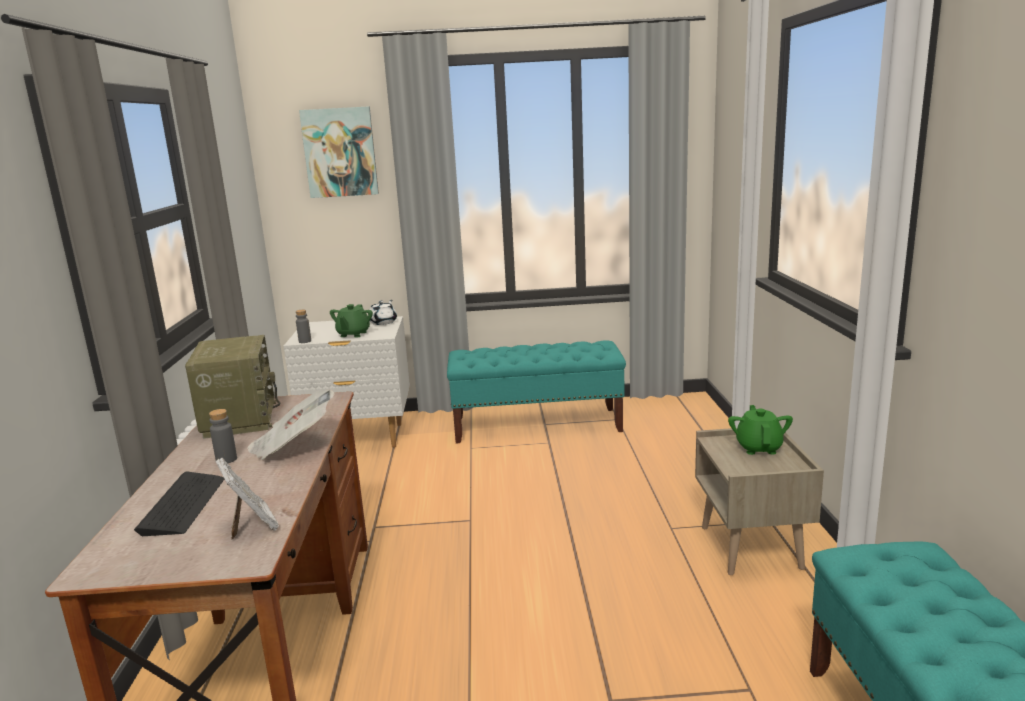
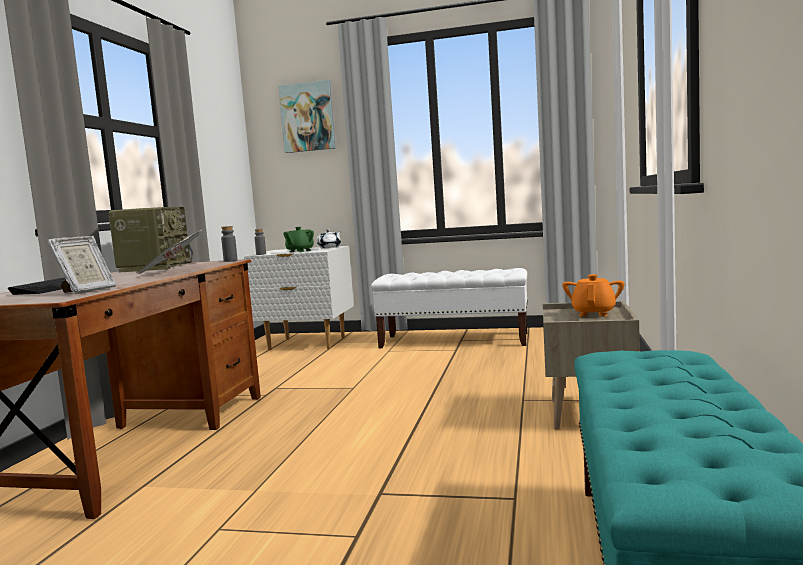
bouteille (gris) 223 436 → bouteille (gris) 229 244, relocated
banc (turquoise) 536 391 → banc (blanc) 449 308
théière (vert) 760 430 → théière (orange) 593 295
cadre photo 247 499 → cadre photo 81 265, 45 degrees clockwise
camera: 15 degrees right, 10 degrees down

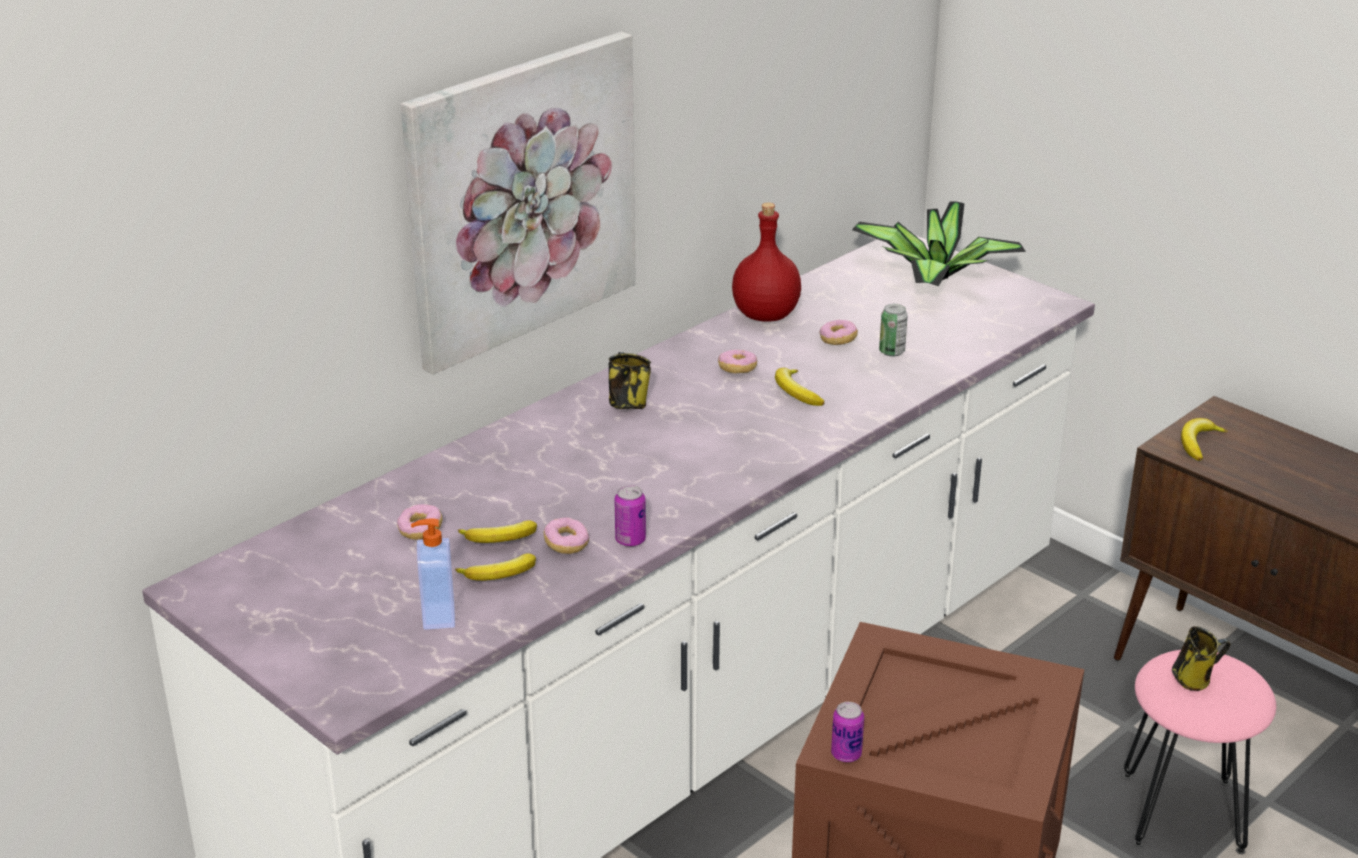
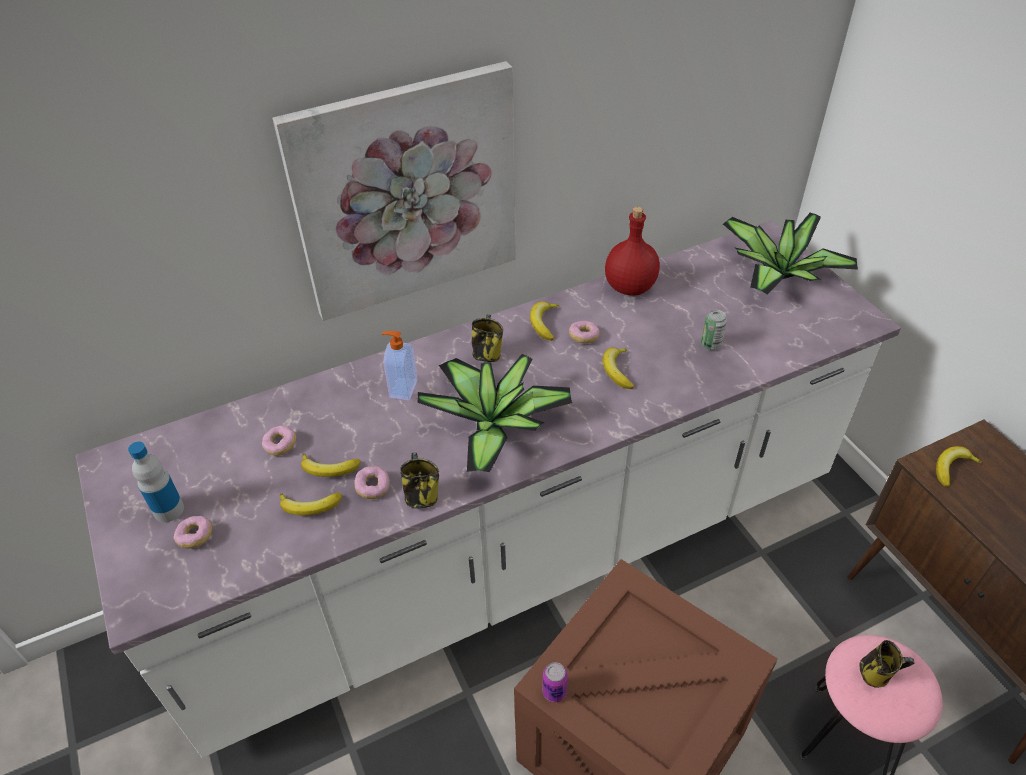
- → bouteille 156 482
- → plante en pot 494 413
- → banane 544 321
distributeur de savon 433 574 → distributeur de savon 399 365, relocated
beignet 838 332 → beignet 193 532, relocated
boîte métallique 630 516 → mug 419 480
camera: 20 degrees right, 15 degrees up

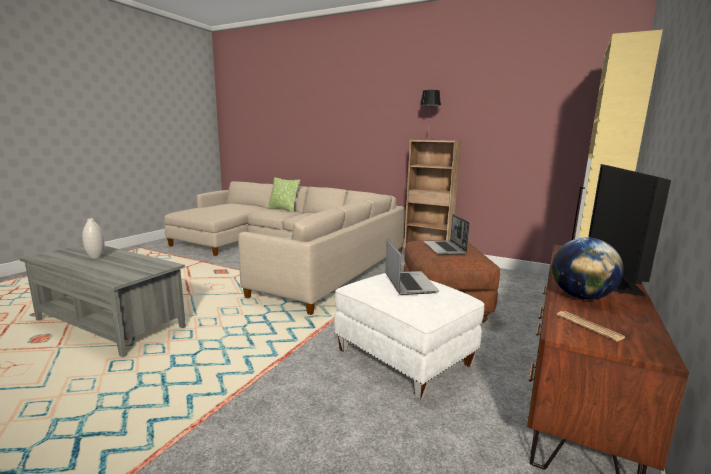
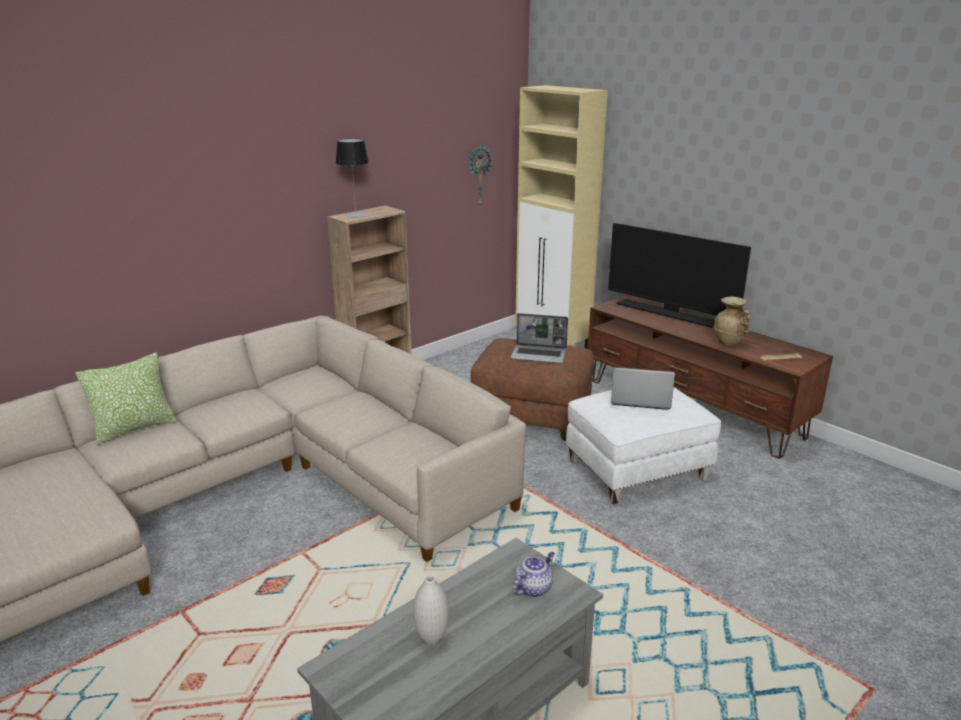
- → horloge murale 480 175
- → théière 534 574
globe 588 268 → vase (beige) 731 321
camera: 70 degrees left, 10 degrees up

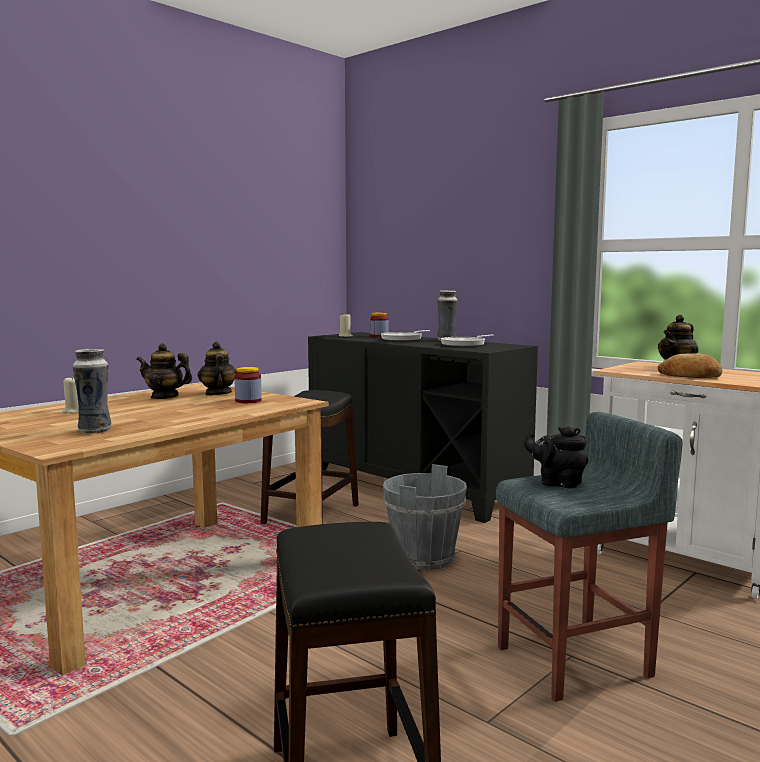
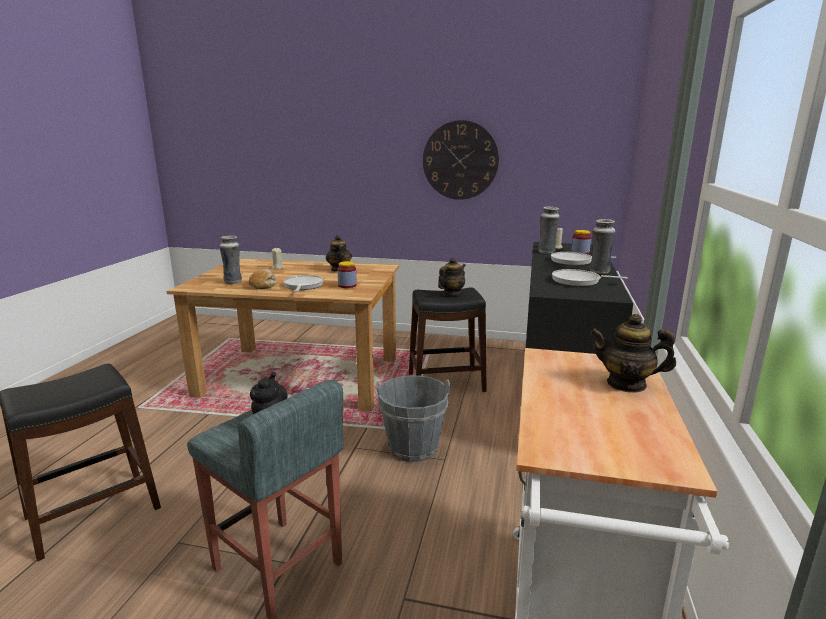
- → poêle 304 283
- → horloge murale 461 160
- → vase 549 230
théière 217 368 → théière 452 276, relocated
pain 689 365 → pain 263 279, relocated
camera: 60 degrees right, 10 degrees up

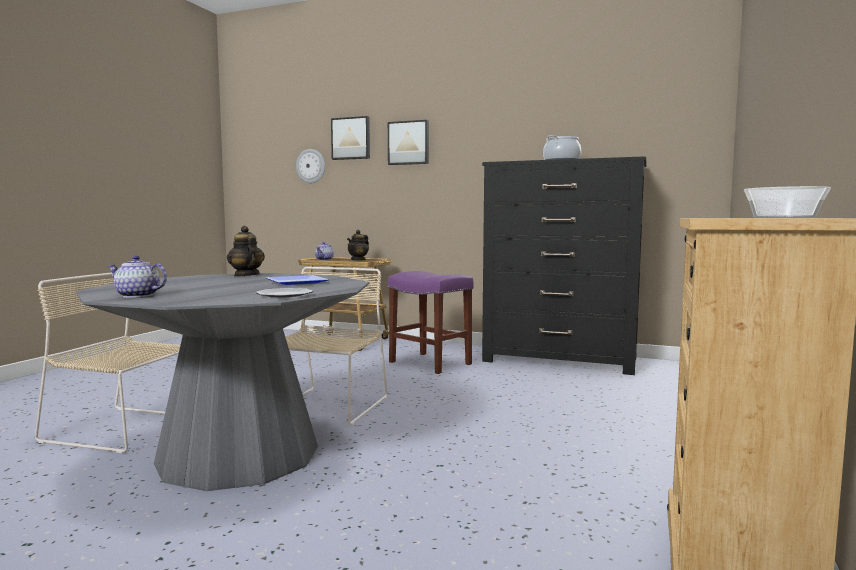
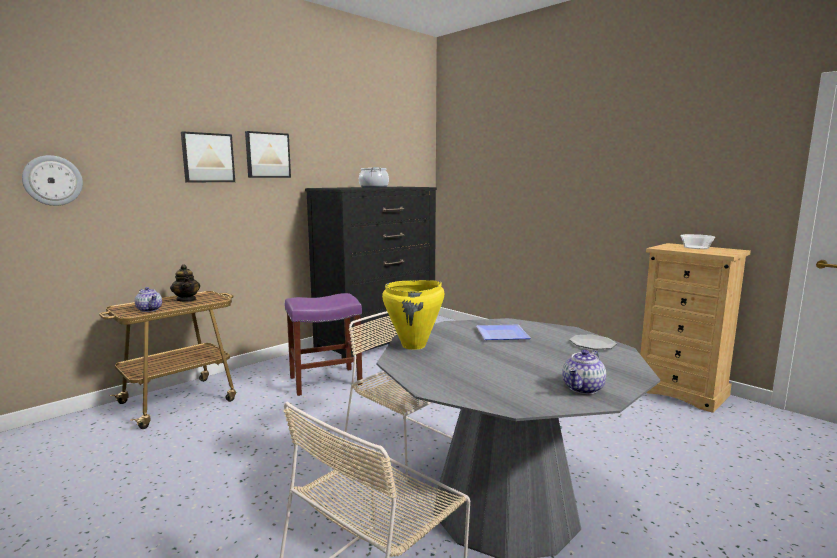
tableau 350 138 → tableau 268 154, relocated
théière 246 251 → marmite (jaune) 413 315
camera: 65 degrees left, 5 degrees up

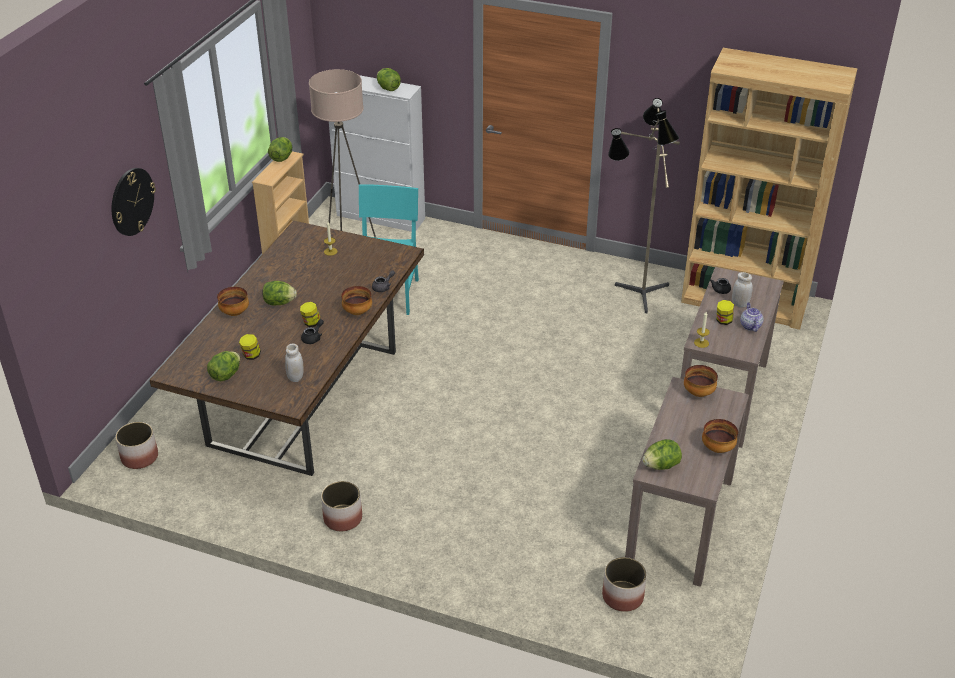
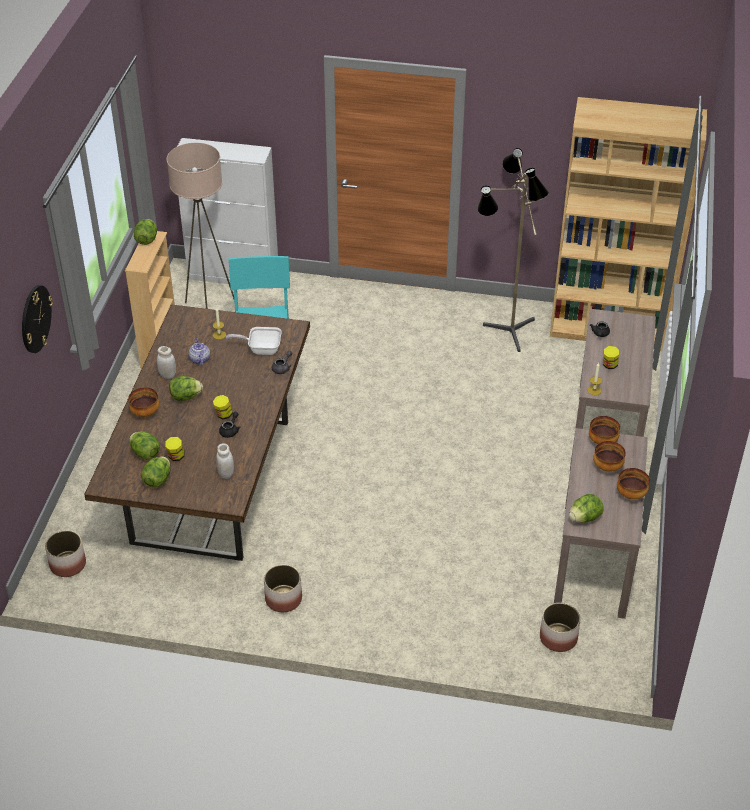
- → poêle 254 341
bol 356 300 → bol 609 456, relocated
laitue 389 79 → laitue 145 445, relocated
bocal (blanc) 742 290 → bocal (blanc) 166 362, relocated
théière 752 317 → théière 199 351, relocated
camera: 10 degrees left, 5 degrees up

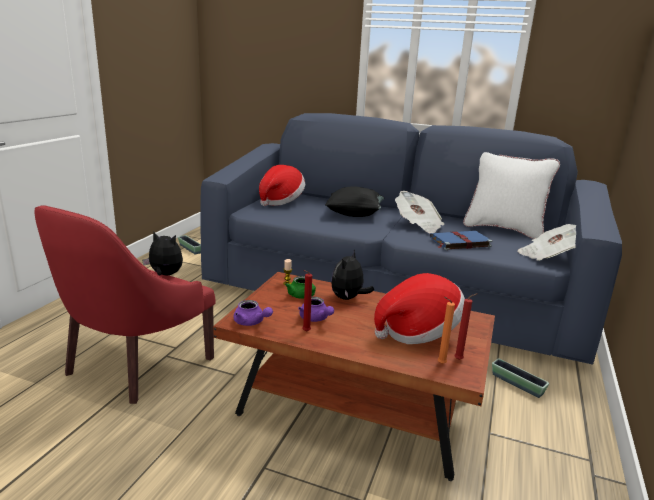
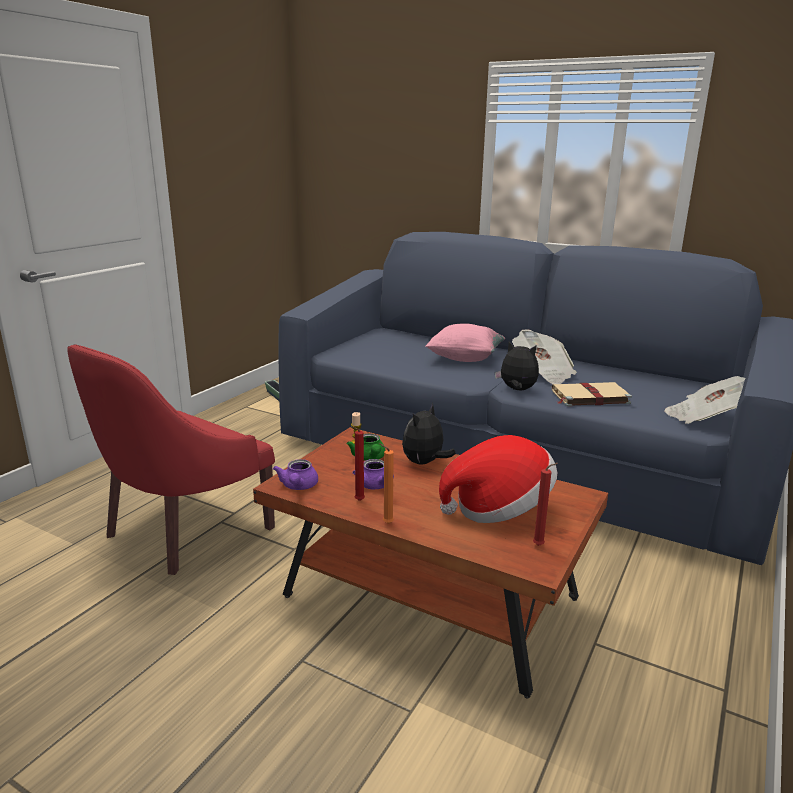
chapeau 282 185 → -
coussin (blanc) 511 195 → -
cache-pot 520 378 → -
peluche 162 254 → peluche 517 365, relocated
bougie (orange) 446 330 → bougie (orange) 386 483, relocated
coussin (noir) 354 201 → coussin (rose) 465 342
livre (bleu) 461 240 → livre (beige) 592 394
théière (violet) 253 313 → théière (violet) 295 474, 45 degrees clockwise
camera: 10 degrees right, 0 degrees up

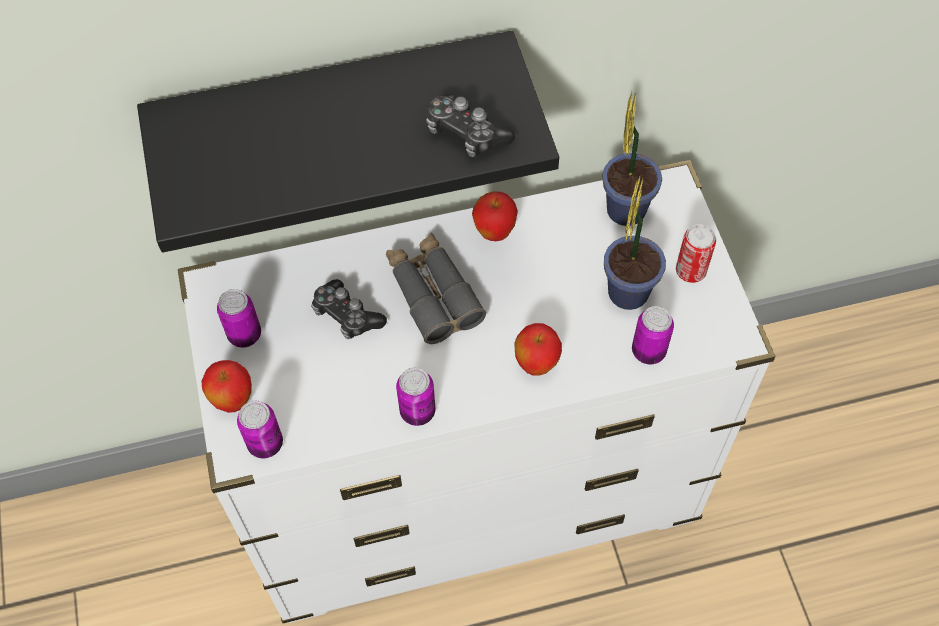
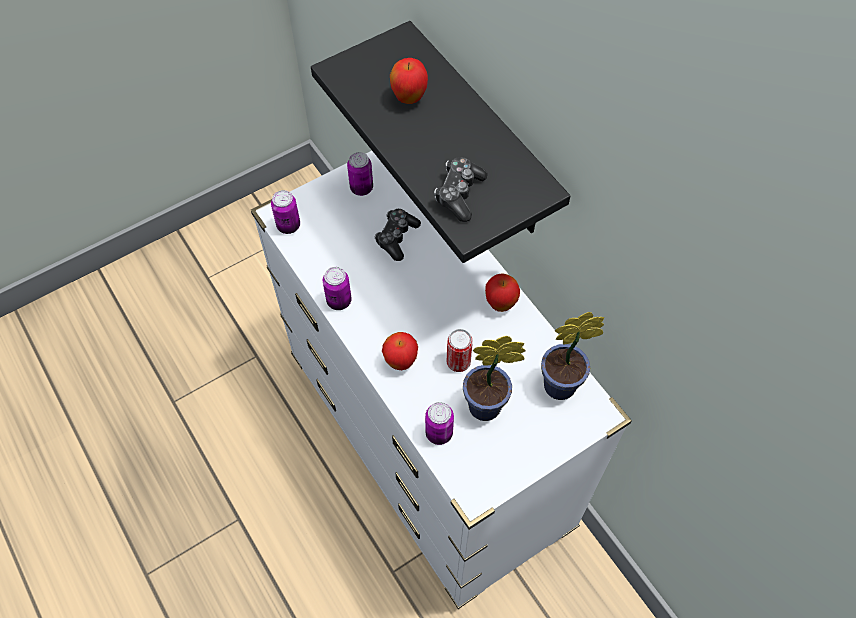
jumelles (gris) 436 288 → -
pomme 226 386 → pomme 409 81, relocated
boîte métallique 696 253 → boîte métallique 460 350, relocated
camera: 70 degrees right, 0 degrees up

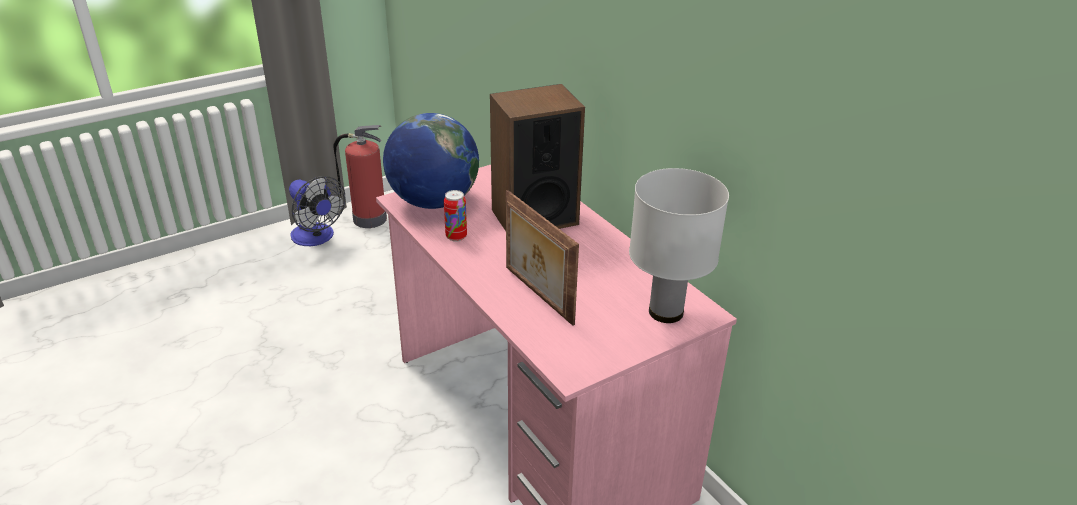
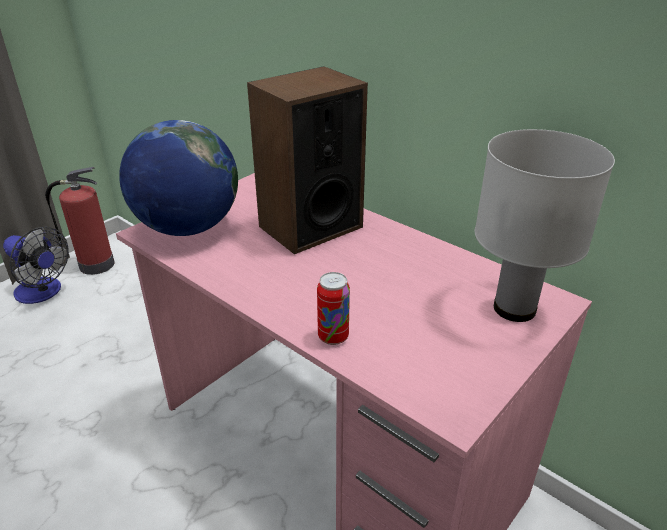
cadre photo 542 258 → -
boîte métallique 455 216 → boîte métallique 333 308, relocated
camera: 15 degrees left, 0 degrees up

